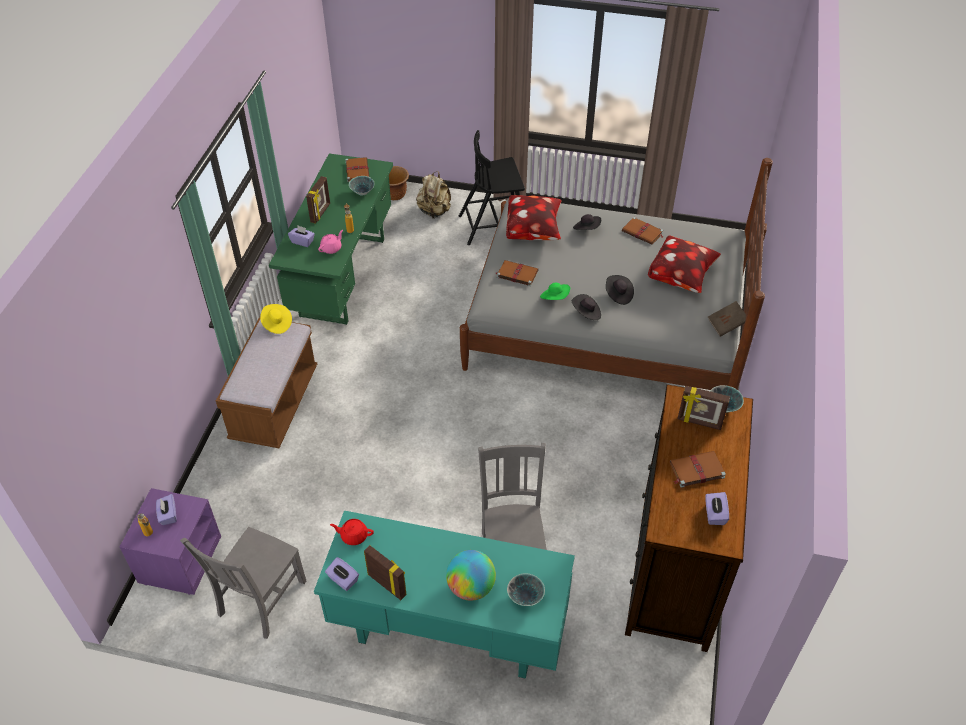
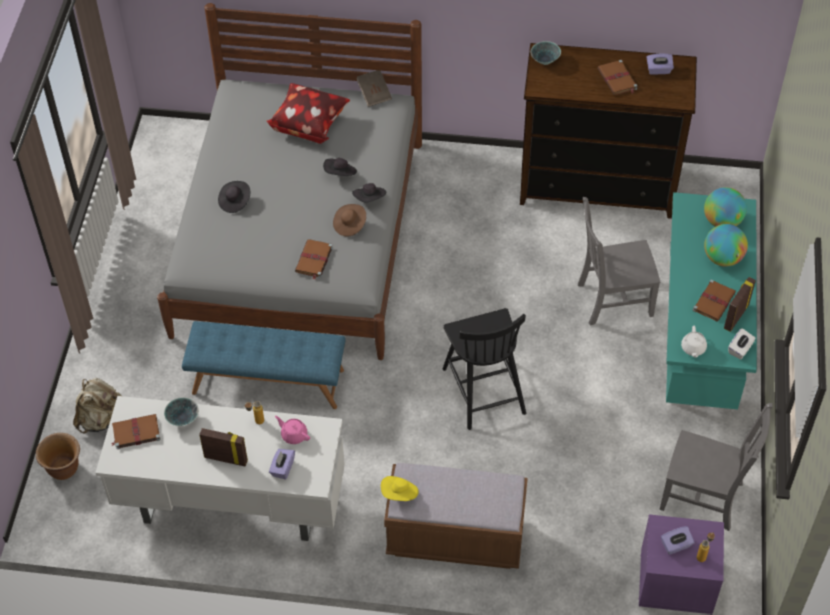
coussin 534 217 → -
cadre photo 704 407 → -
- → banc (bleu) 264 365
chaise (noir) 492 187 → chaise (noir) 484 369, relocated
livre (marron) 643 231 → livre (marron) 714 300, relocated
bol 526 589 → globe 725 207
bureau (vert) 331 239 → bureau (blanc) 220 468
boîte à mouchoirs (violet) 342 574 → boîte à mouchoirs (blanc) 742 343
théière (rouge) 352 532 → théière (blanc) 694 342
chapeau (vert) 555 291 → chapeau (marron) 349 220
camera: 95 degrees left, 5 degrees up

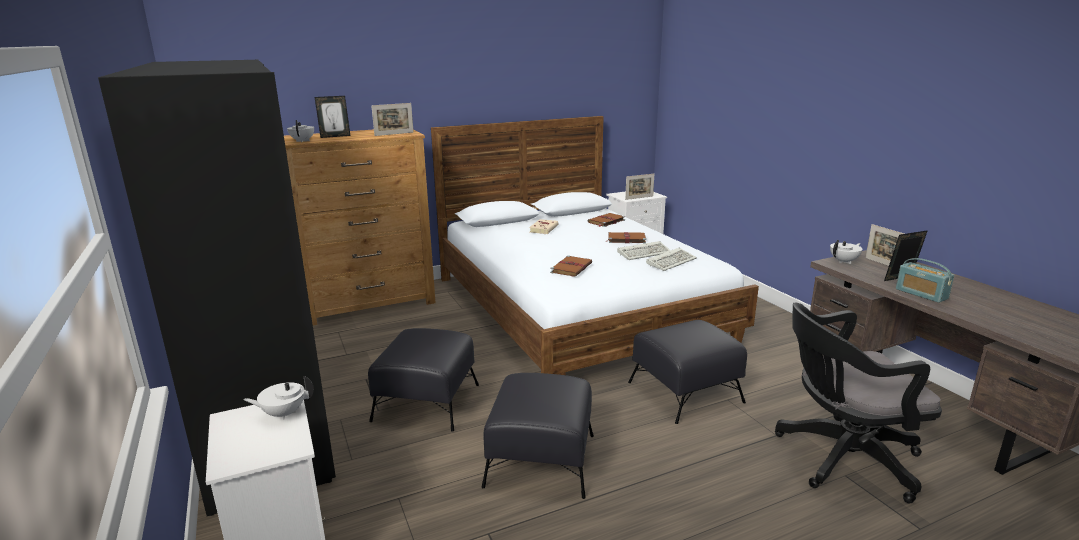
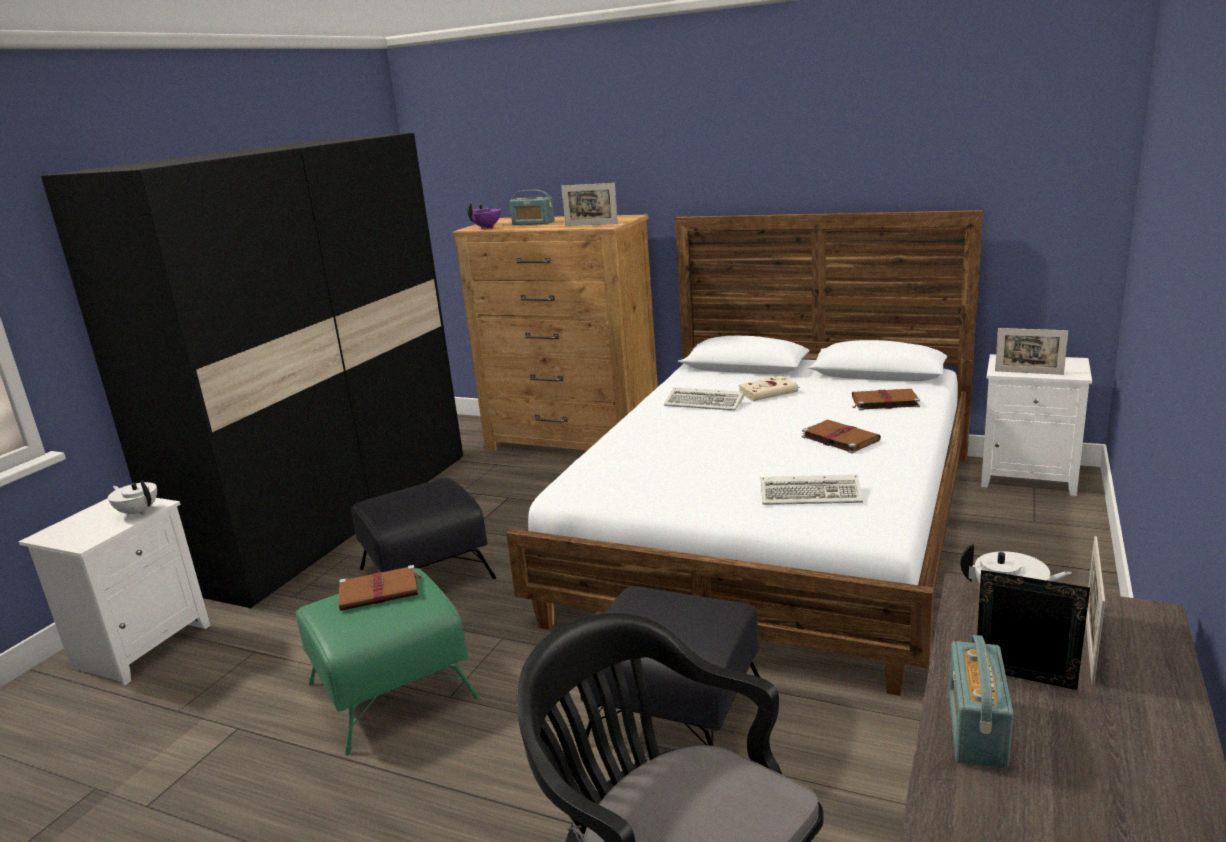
livre (marron) 571 266 → livre (marron) 381 588, relocated
clavier 644 250 → clavier 704 399, relocated
cadre photo 332 117 → radio 532 207
théière (blanc) 300 131 → théière (violet) 485 215
pouf (noir) 538 436 → pouf (vert) 387 662
camera: 50 degrees right, 0 degrees up

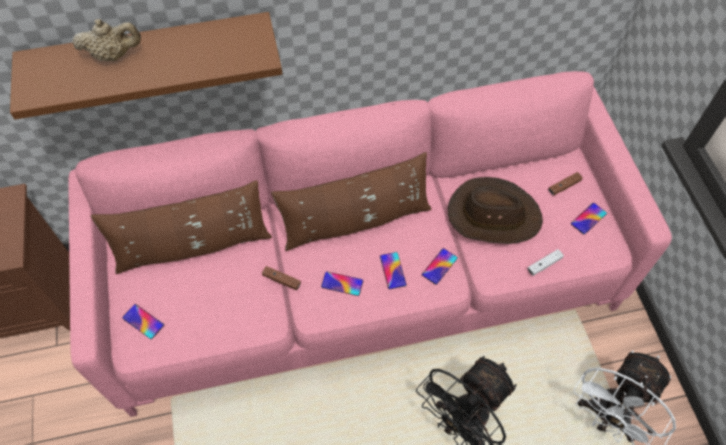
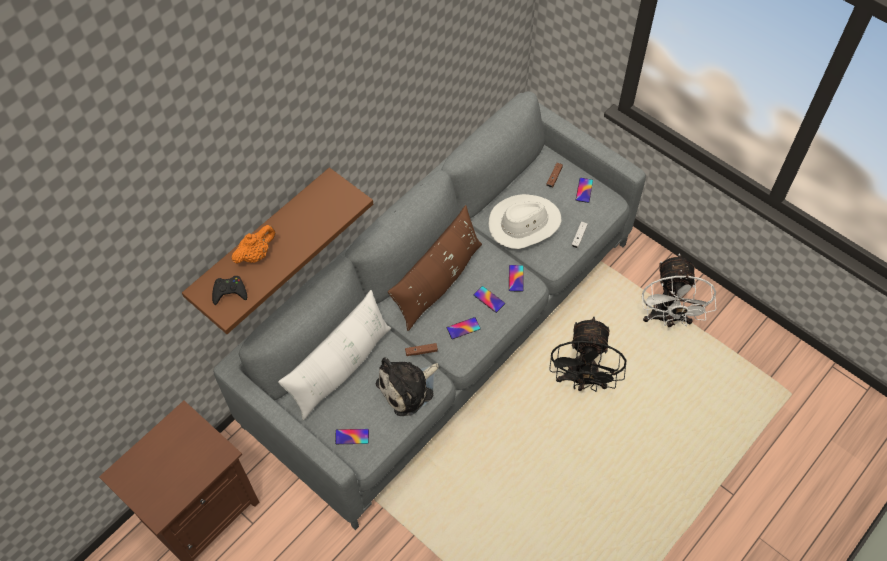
- → manette (noir) 229 290
- → peluche 407 386
canapé (rose) 370 244 → canapé (gris) 429 310
théière (beige) 106 40 → théière (orange) 253 244
coussin (marron) 181 227 → coussin (blanc) 334 355
chapeau (marron) 495 210 → chapeau (blanc) 525 221
camera: 35 degrees left, 0 degrees up

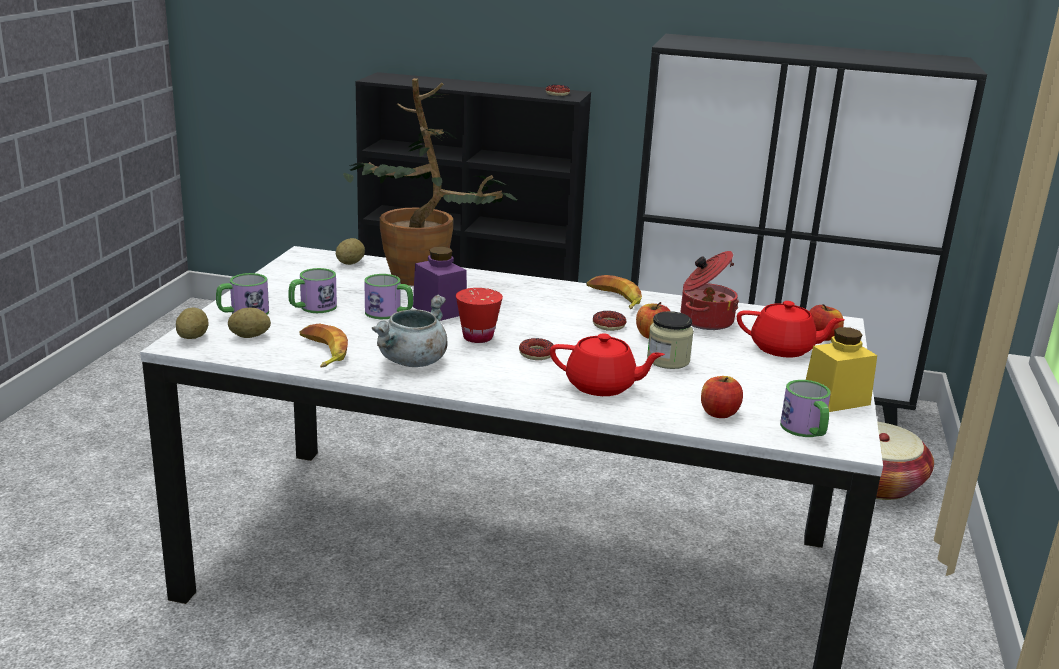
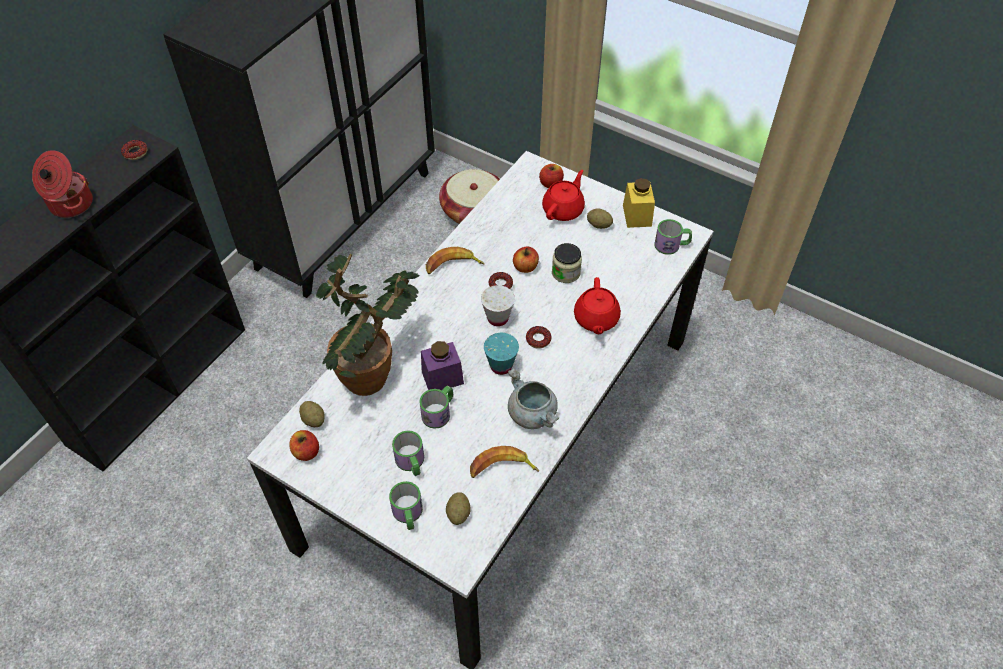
- → tasse (blanc) 498 305
pomme de terre 192 323 → pomme de terre 600 219, relocated
marmite 709 290 → marmite 62 184, relocated
pomme 722 397 → pomme 304 445, relocated
tasse (rouge) 479 315 → tasse (turquoise) 501 354
théière (rouge) 607 364 → théière (rouge) 597 305, 150 degrees clockwise
camera: 70 degrees left, 30 degrees up

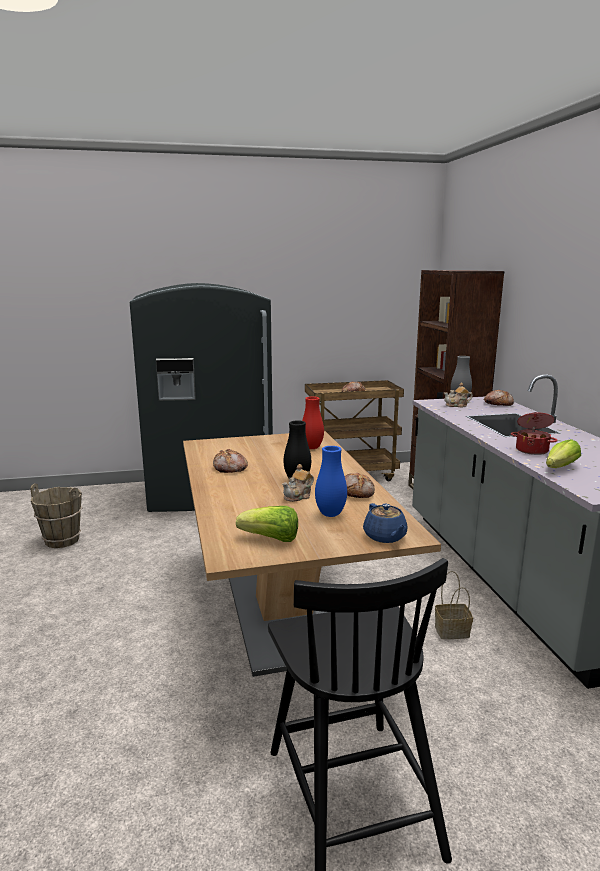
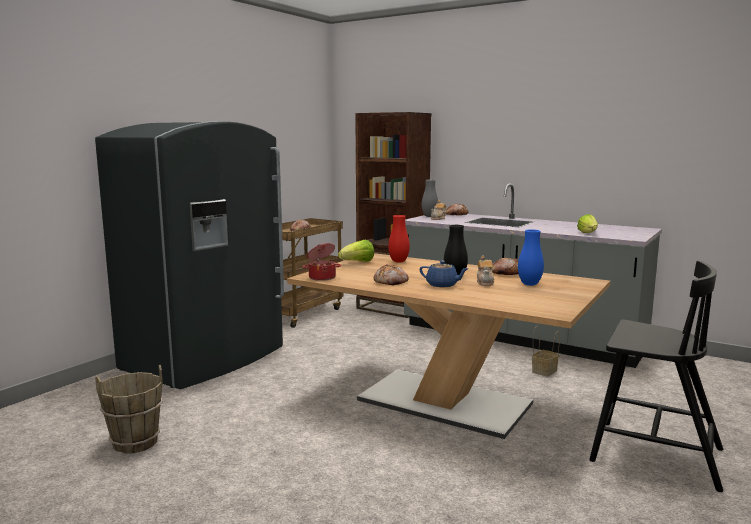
laitue 267 524 → laitue 356 251, relocated
théière (bleu) 385 523 → théière (bleu) 444 274, relocated
marmite 534 433 → marmite 322 262, relocated
camera: 45 degrees left, 5 degrees down

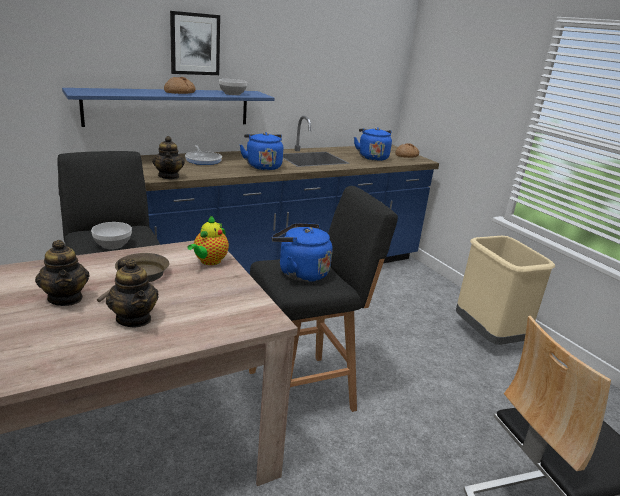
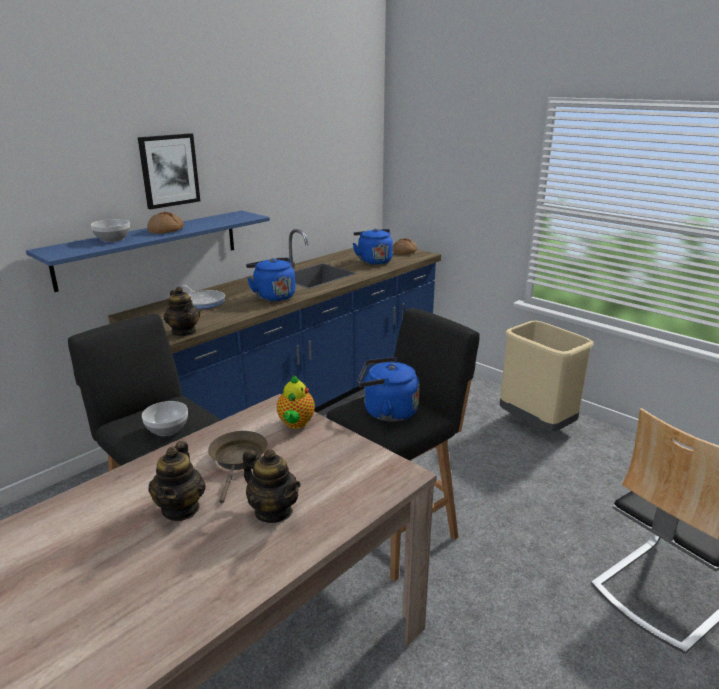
bol 233 87 → bol 110 230, relocated
théière 62 273 → théière 177 481, 45 degrees clockwise
camera: 15 degrees left, 0 degrees up

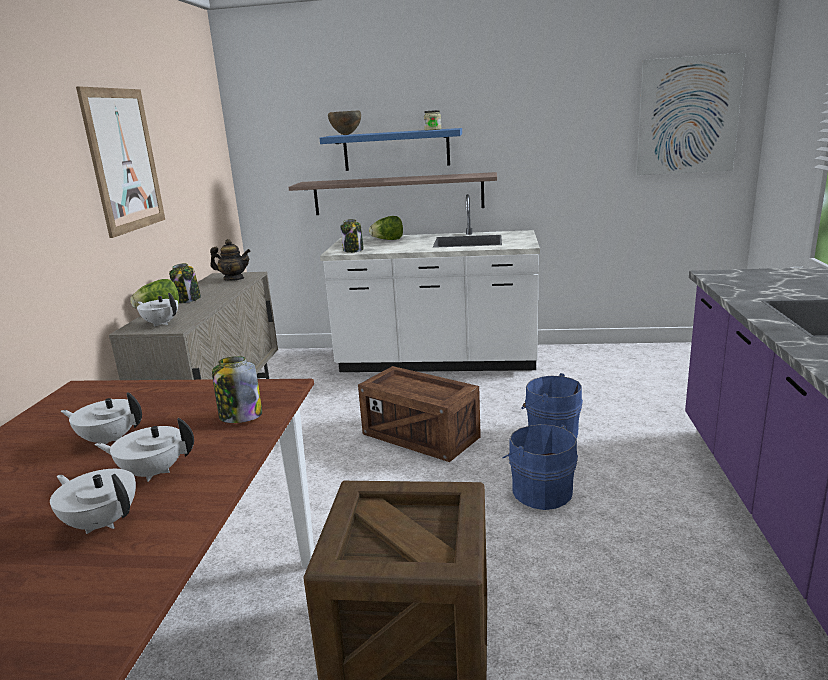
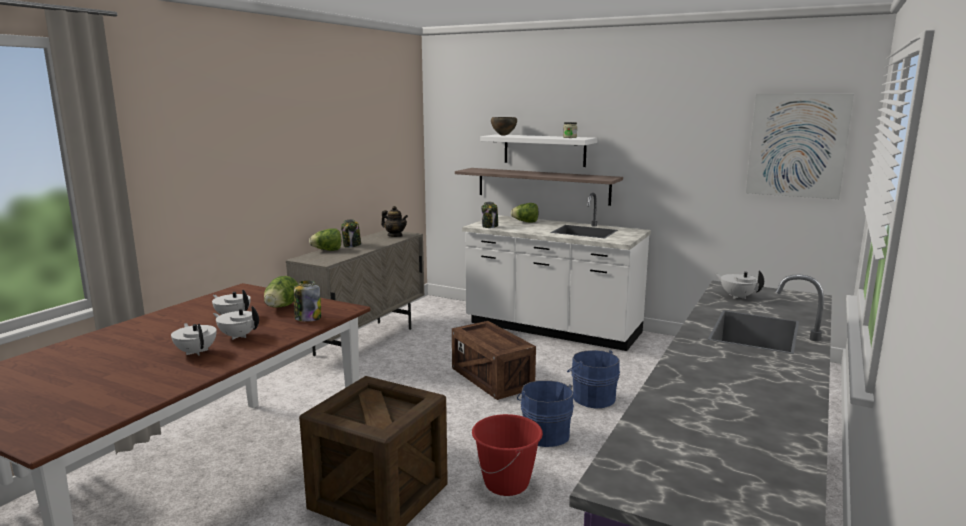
tableau 120 162 → -
- → laitue 281 292
- → seau (rouge) 507 455
théière (blanc) 157 310 → théière (blanc) 739 284, relocated
étagère (bleu) 390 149 → étagère (blanc) 539 150
camera: 20 degrees right, 5 degrees down

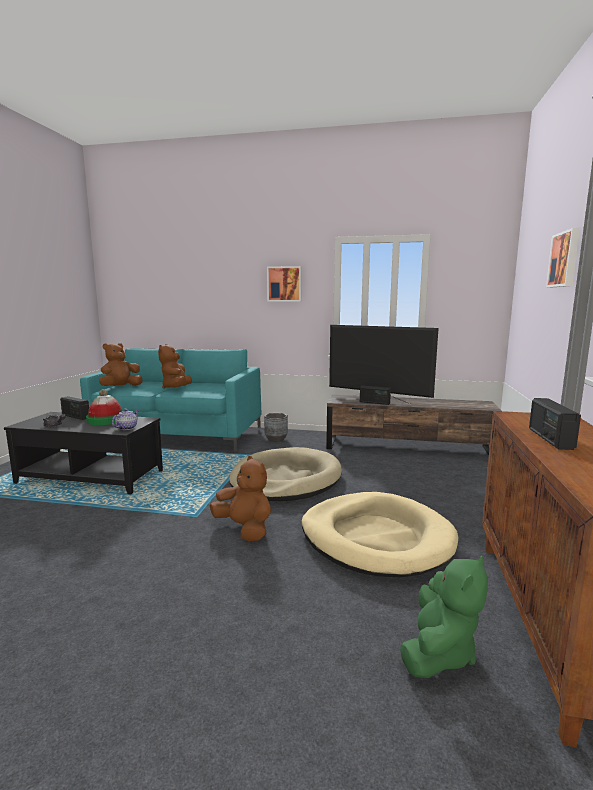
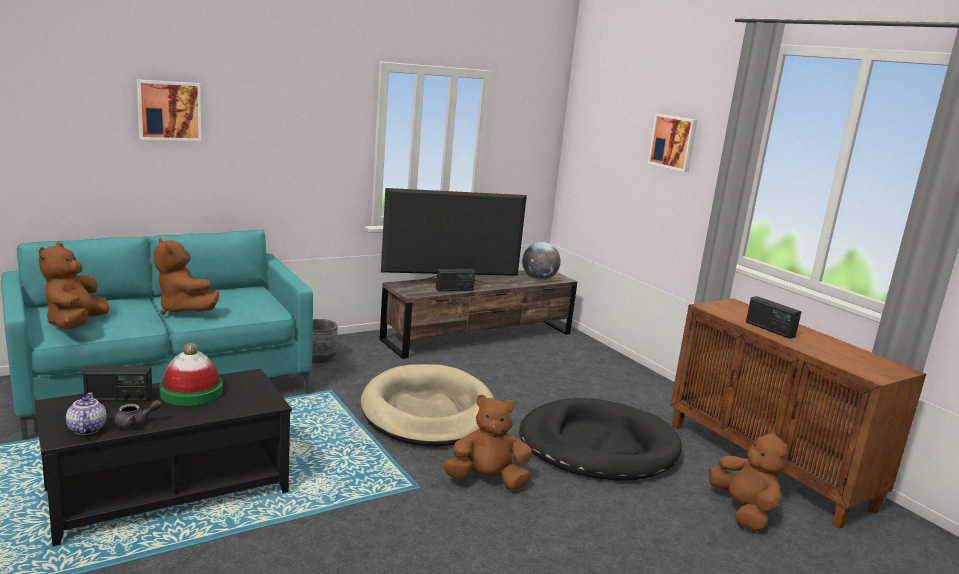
- → globe 541 261
théière 125 419 → théière 86 414, relocated
tableau 284 283 → tableau 169 110, relocated
panier pour chien (beige) 380 534 → panier pour chien (noir) 600 439
peluche (vert) 444 617 → peluche (marron) 748 480
camera: 45 degrees left, 5 degrees up

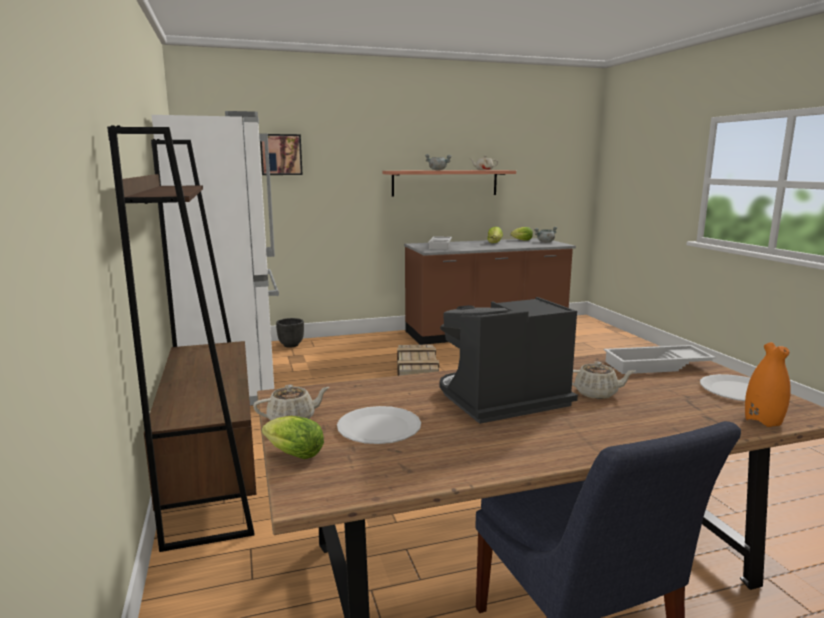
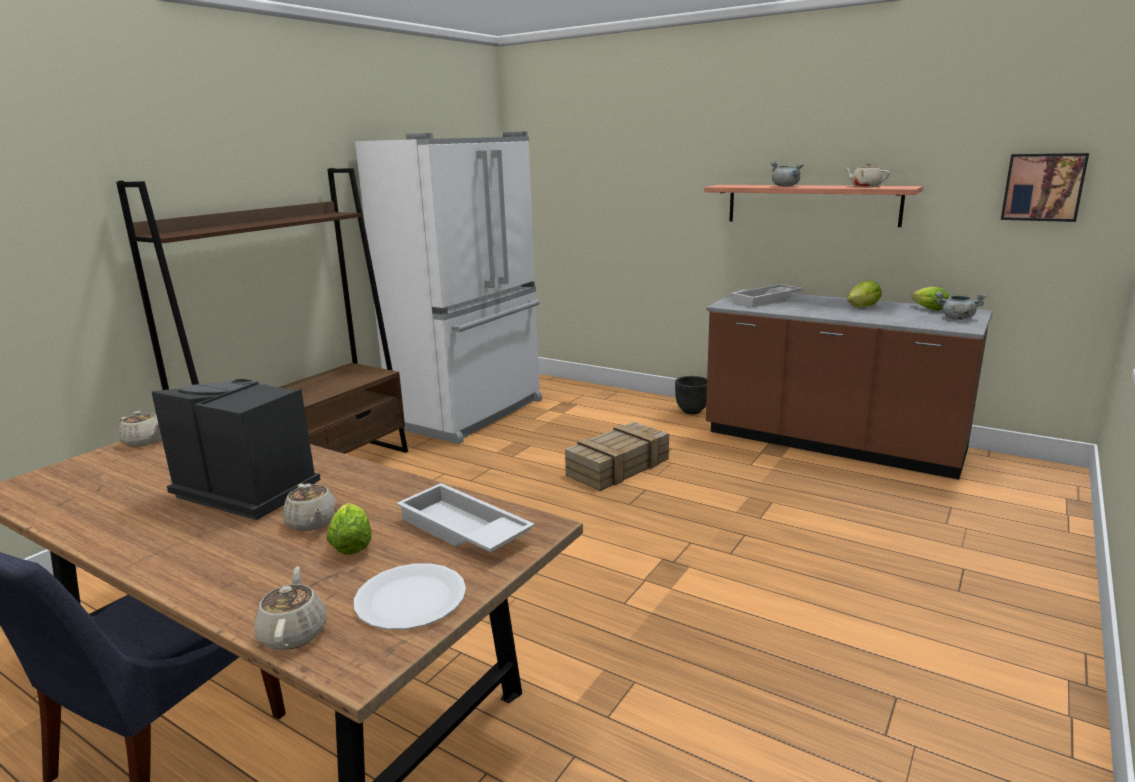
assiette (blanc) 379 425 → -
tableau 281 154 → tableau 1045 187, relocated
laitue 293 437 → laitue 349 529, relocated
cache-pot (noir) 290 333 → cache-pot (noir) 691 395, relocated
vase (orange) 768 384 → théière (beige) 290 608
camera: 50 degrees right, 5 degrees up

